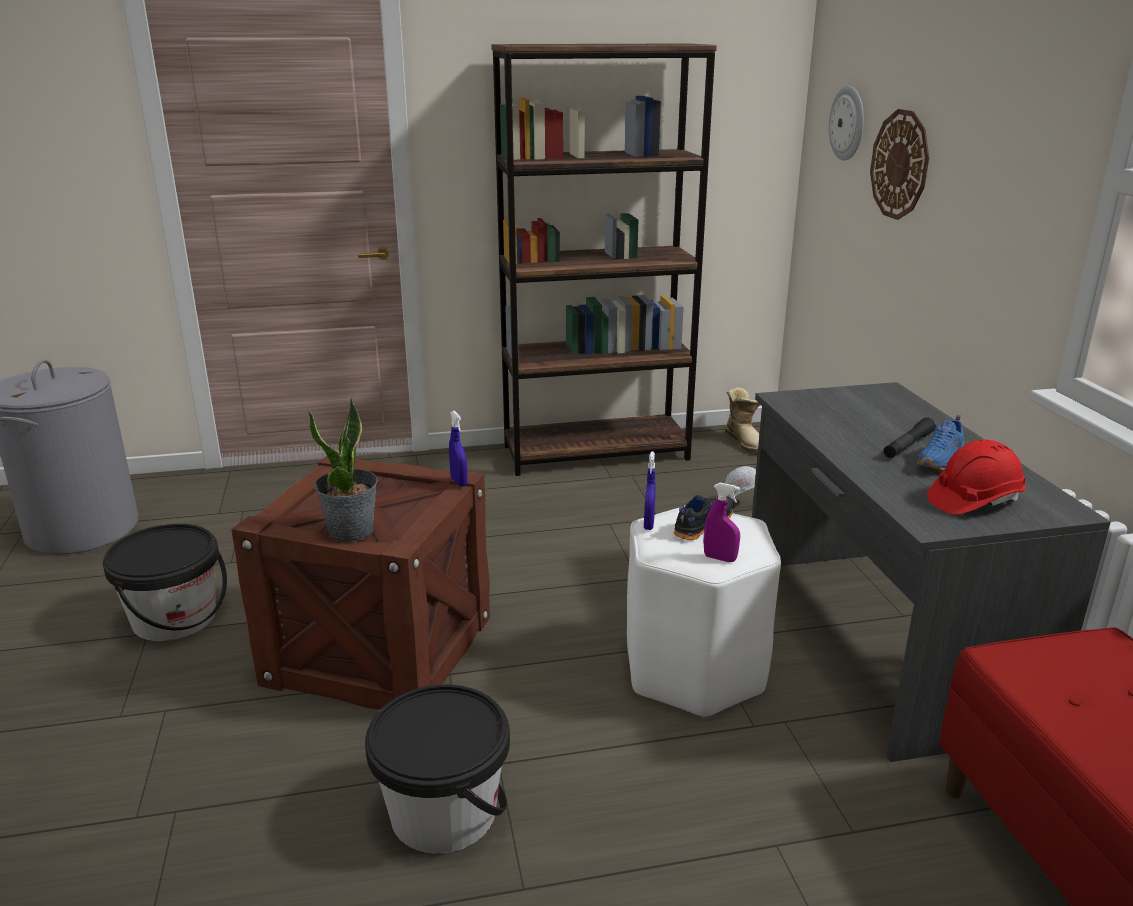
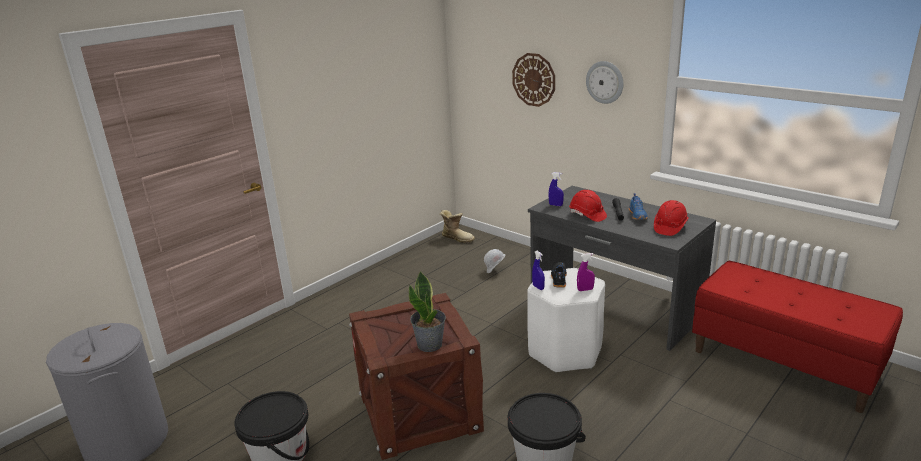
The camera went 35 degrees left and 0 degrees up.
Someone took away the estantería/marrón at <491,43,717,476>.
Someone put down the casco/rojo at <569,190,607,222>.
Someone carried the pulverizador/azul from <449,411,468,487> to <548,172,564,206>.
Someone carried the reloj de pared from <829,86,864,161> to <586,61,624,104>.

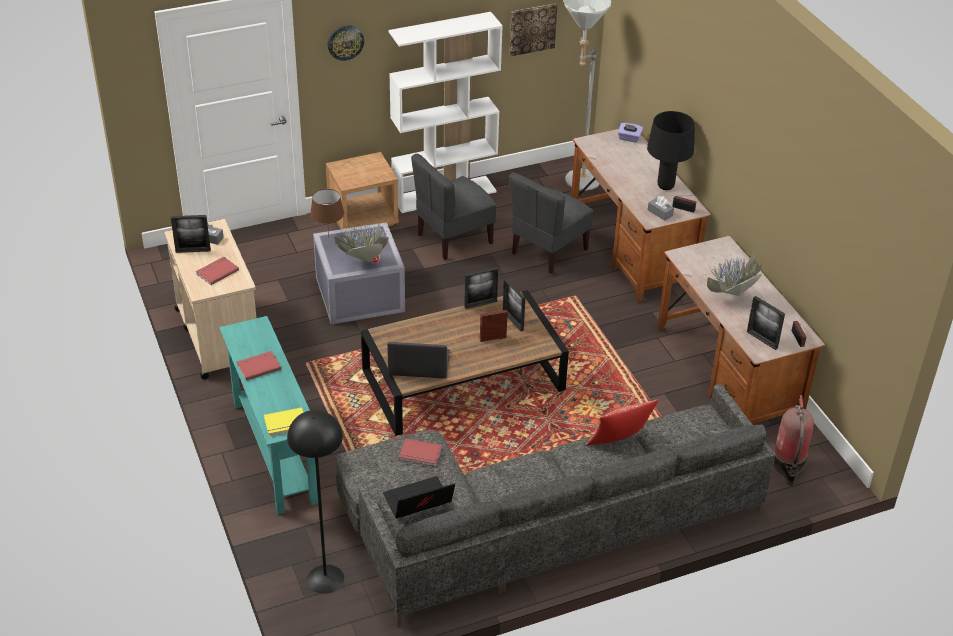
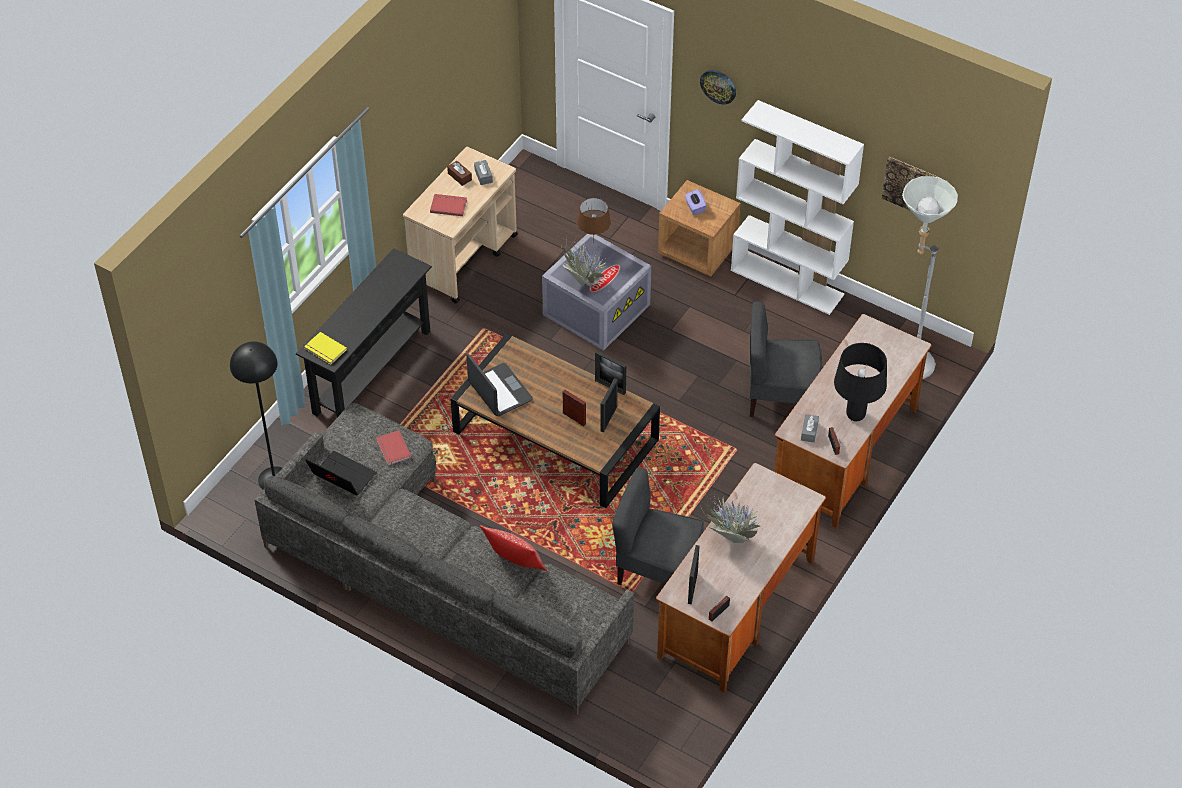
The camera went 55 degrees right and 10 degrees up.
Someone took away the libro/rojo at <237,351,281,380>.
Someone took away the extintor at <773,395,814,486>.
Someone carried the silla/gris from <411,154,496,260> to <612,467,704,585>.
Someone carried the caja de pañuelos/morado from <618,123,643,143> to <685,189,707,215>.
Someone swapped the portarretratos at <171,215,211,253> for the caja de pañuelos/marrón at <447,161,472,186>.
Someone repainted the mesa consola/turquesa at <219,316,318,514>, which became the mesa consola/negro at <296,248,432,417>.

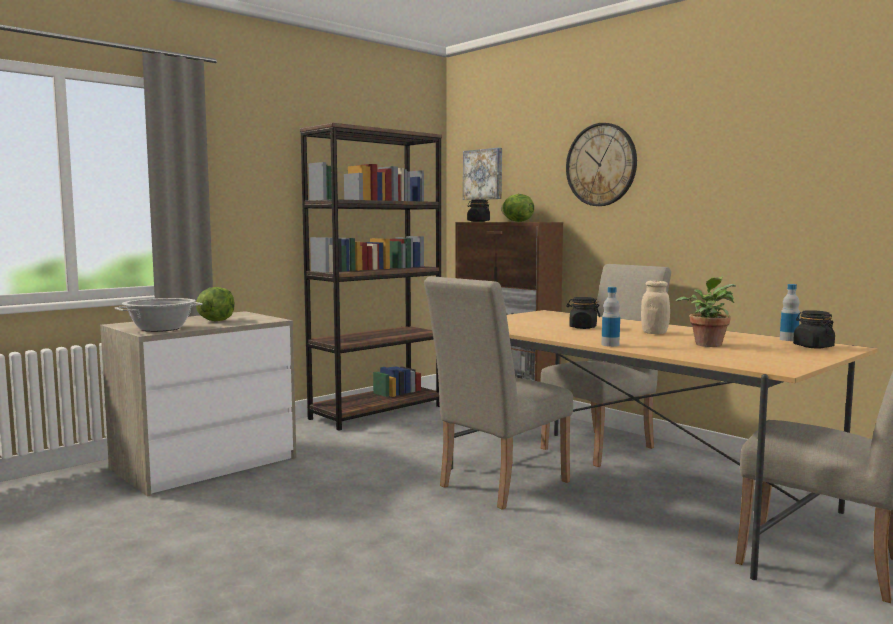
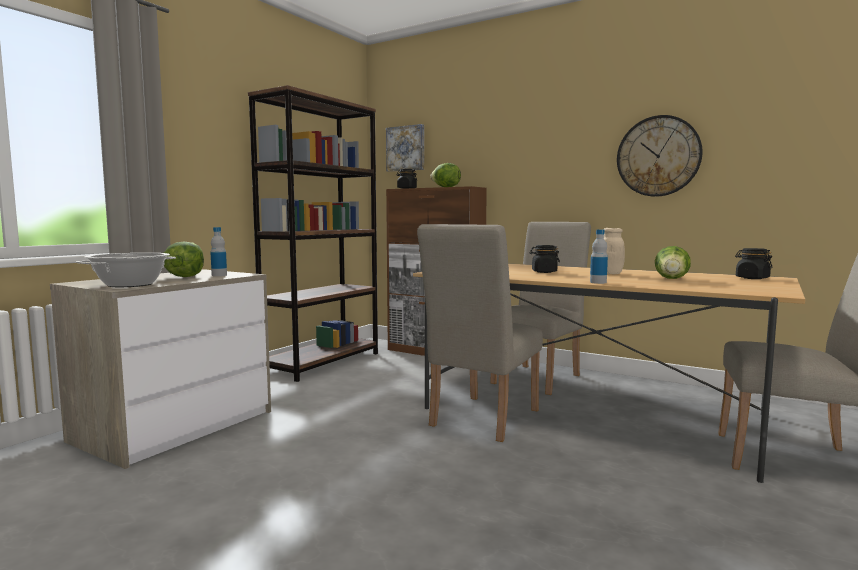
The camera went 15 degrees left and 0 degrees up.
Someone carried the reloj de pared from <566,123,637,206> to <617,115,703,197>.
Someone carried the botella from <780,284,800,341> to <210,227,227,276>.
Someone swapped the planta en maceta at <676,276,736,347> for the lechuga at <655,246,691,279>.

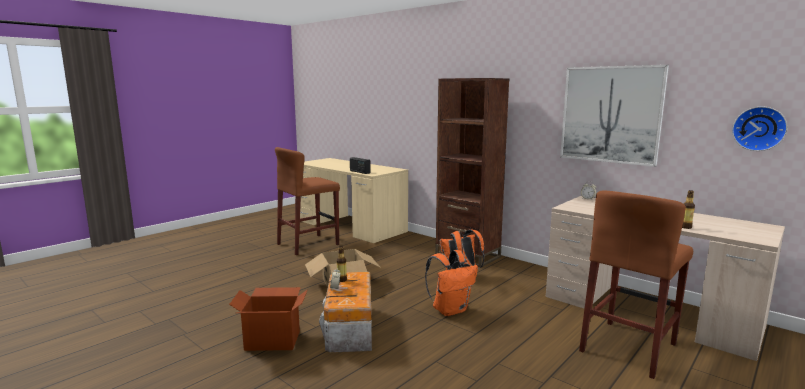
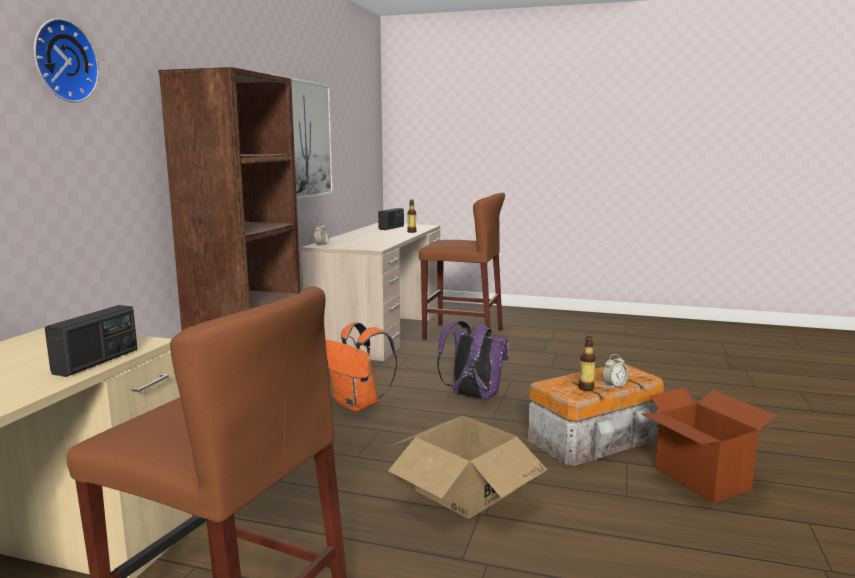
The camera went 115 degrees left and 0 degrees up.
Someone put down the radio at <378,208,404,230>.
Someone carried the reloj de pared from <732,106,788,151> to <34,18,99,103>.
Someone repainted the mochila/naranja at <425,250,478,316>, which became the mochila/morado at <437,320,509,400>.

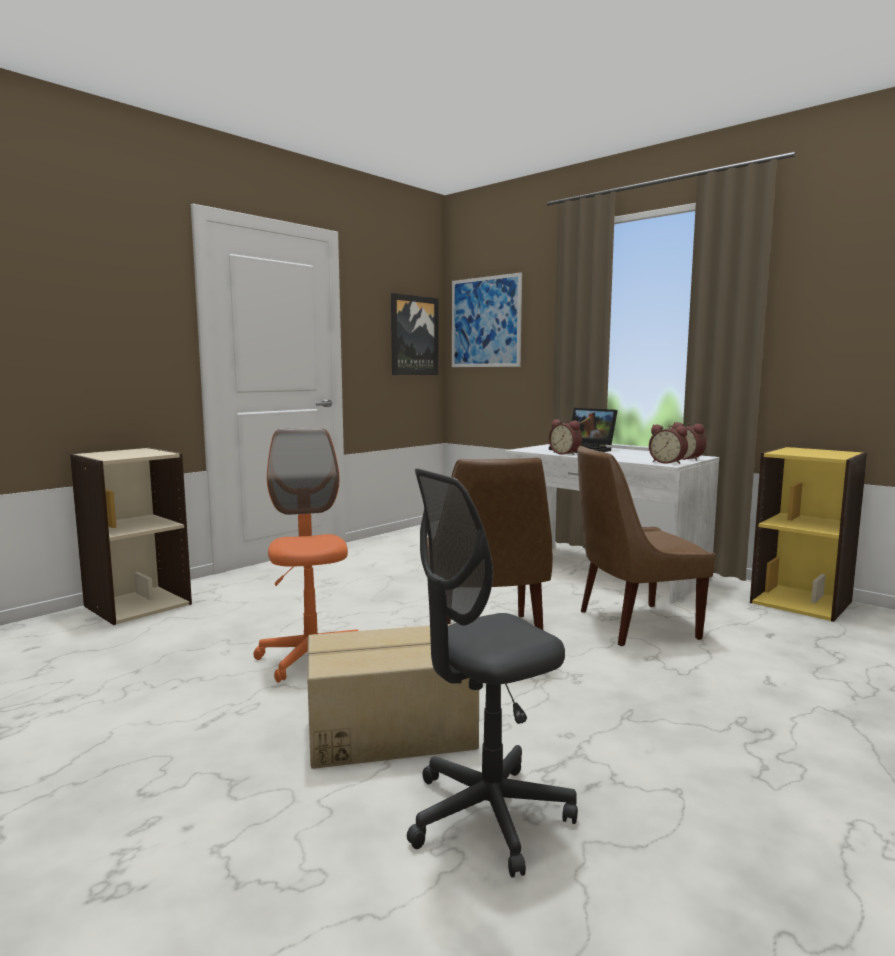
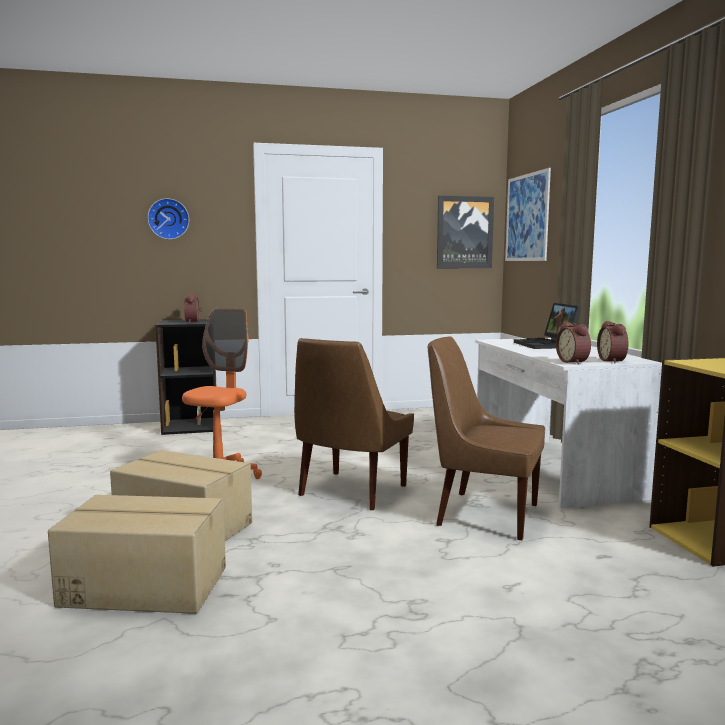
The camera went 35 degrees right and 0 degrees up.
Someone put up the reloj de pared at <147,198,189,239>.
Someone carried the despertador from <549,419,582,455> to <184,294,202,323>.
Someone swapped the silla de oficina/gris at <407,469,578,878> for the caja de cartón at <48,495,226,614>.
Someone repainted the estantería/beis at <70,448,192,625>, which became the estantería/negro at <155,319,216,435>.

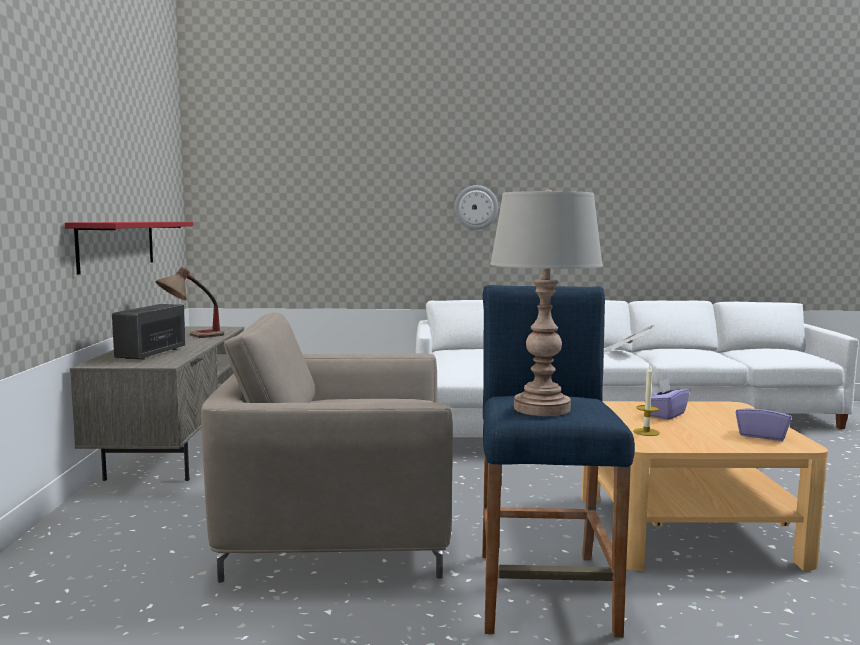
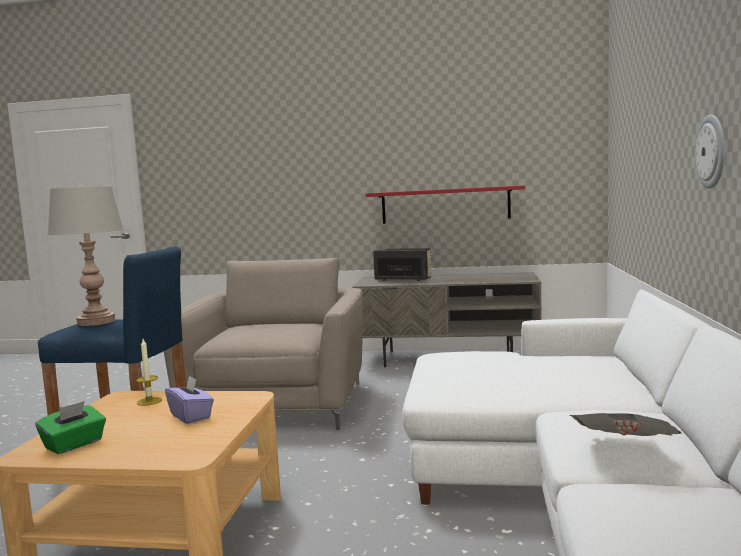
The camera went 100 degrees right and 0 degrees up.
Someone took away the lámpara de mesa at <156,267,224,338>.
Someone repainted the caja de pañuelos/morado at <736,396,792,441>, which became the caja de pañuelos/verde at <36,401,106,454>.

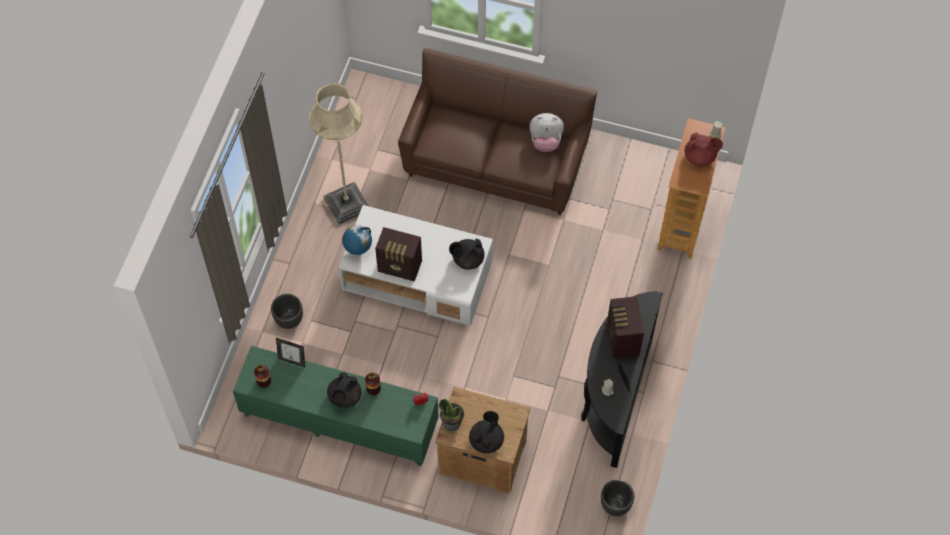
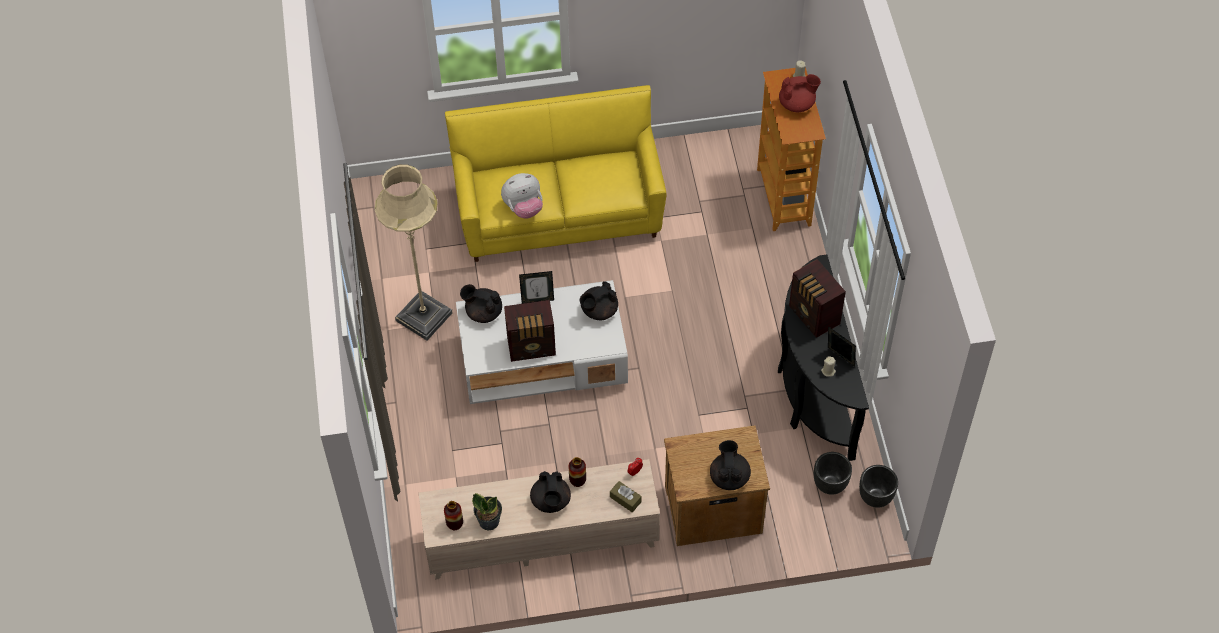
The camera went 25 degrees left and 5 degrees down.
Someone took away the globo terráqueo at <342,225,372,255>.
Someone put down the tetera/negro at <460,284,502,323>.
Someone put down the caja de pañuelos/marrón at <610,481,642,512>.
Someone carried the maceta/negro from <271,294,303,329> to <814,452,852,495>.
Someone carried the portarretratos from <276,338,305,367> to <519,271,554,304>.
Someone carried the planta en maceta from <439,399,464,431> to <472,493,502,531>.
Someone carried the peluche from <529,113,564,152> to <501,173,543,218>.
Someone repainted the mueble de televisión/verde at <233,346,439,466>, which became the mueble de televisión/beis at <419,459,660,580>.
Someone repainted the sofá/marrón at <398,48,597,215>, which became the sofá/amarillo at <445,85,667,262>.

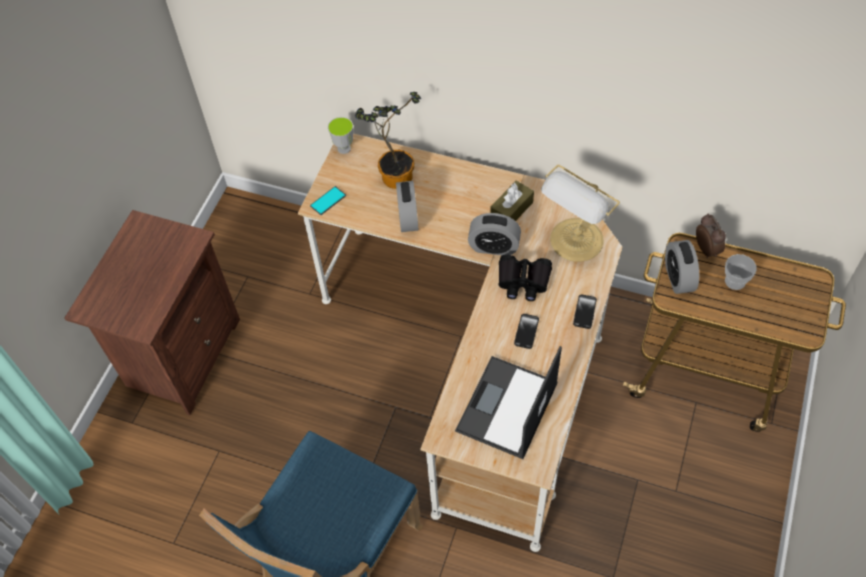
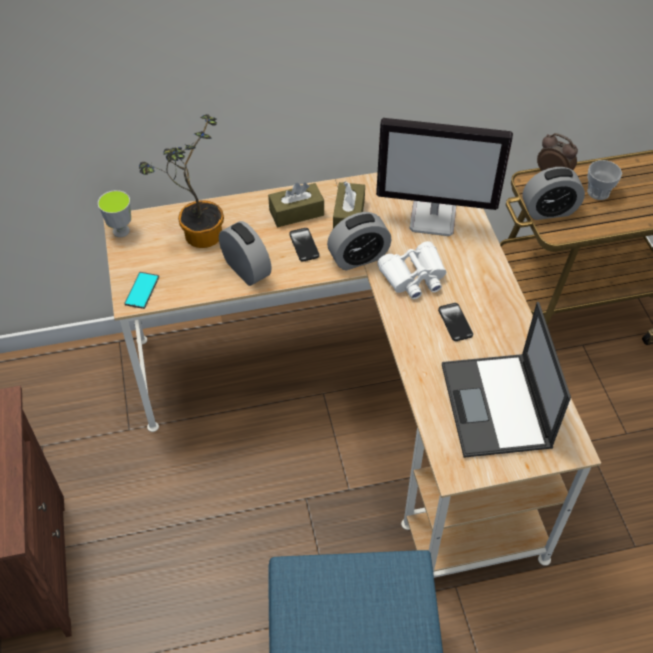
The camera went 35 degrees left and 5 degrees down.
Someone put down the caja de pañuelos/marrón at <268,182,324,227>.
Someone carried the móvil from <573,294,597,329> to <289,228,319,262>.
Someone swapped the lámpara de mesa at <541,164,620,262> for the monitor at <376,118,513,236>.
Someone repainted the prismáticos/negro at <499,255,552,301>, which became the prismáticos/blanco at <377,241,446,299>.
Someone rotated the despertador at <665,240,699,294> by 60 degrees counterclockwise.

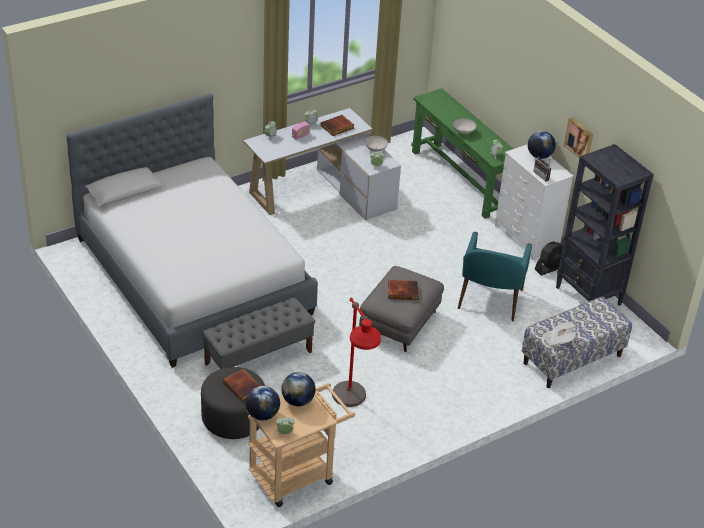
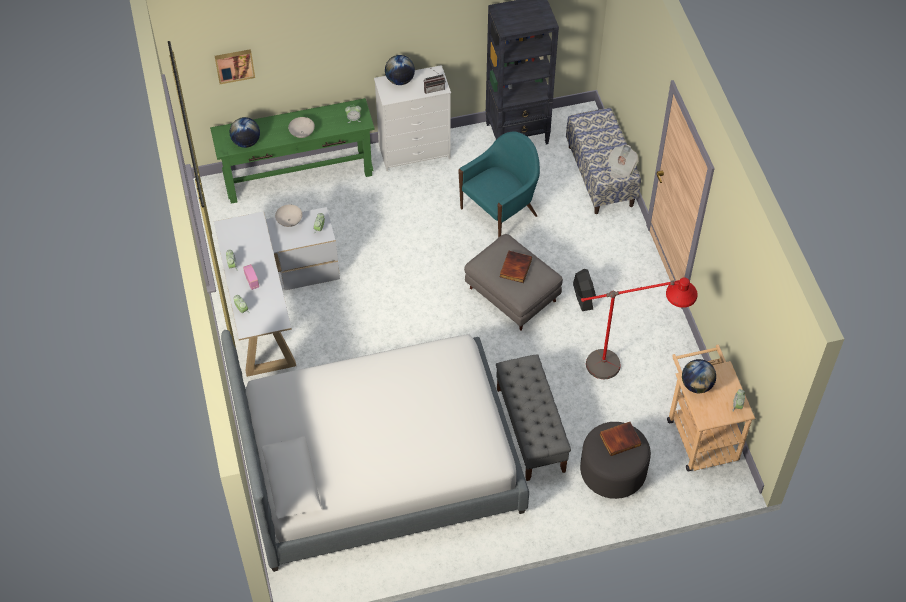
The camera went 70 degrees left and 15 degrees up.
Someone took away the libro at <321,115,354,136>.
Someone carried the globo terráqueo from <246,386,280,420> to <230,117,260,148>.
Someone carried the ventilador/negro from <535,241,563,276> to <573,269,596,311>.
Someone carried the cuadro from <564,117,593,158> to <215,49,255,84>.
Someone rotated the sillón/turquesa at <458,232,532,321> by 75 degrees counterclockwise.

